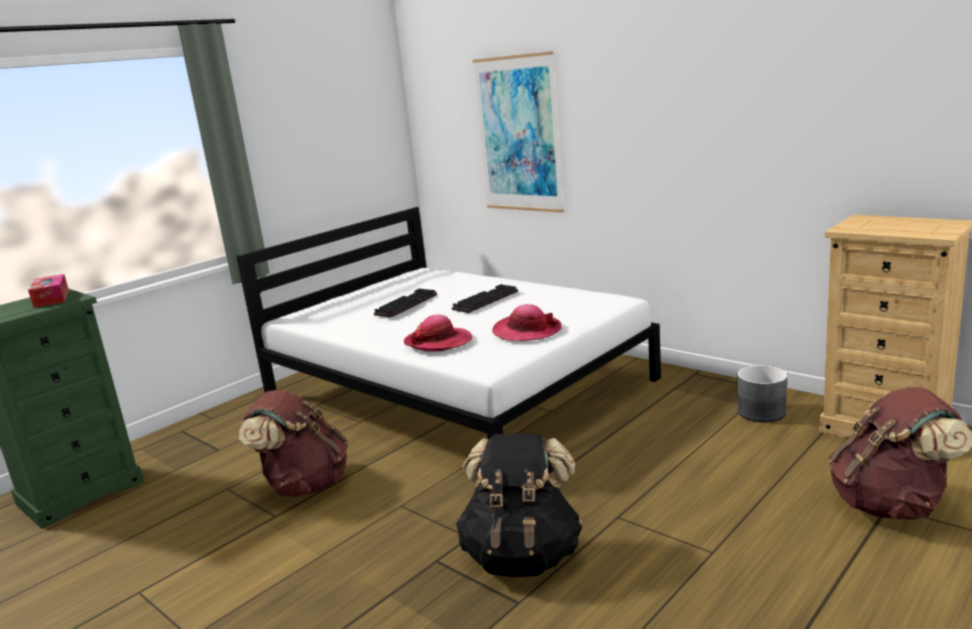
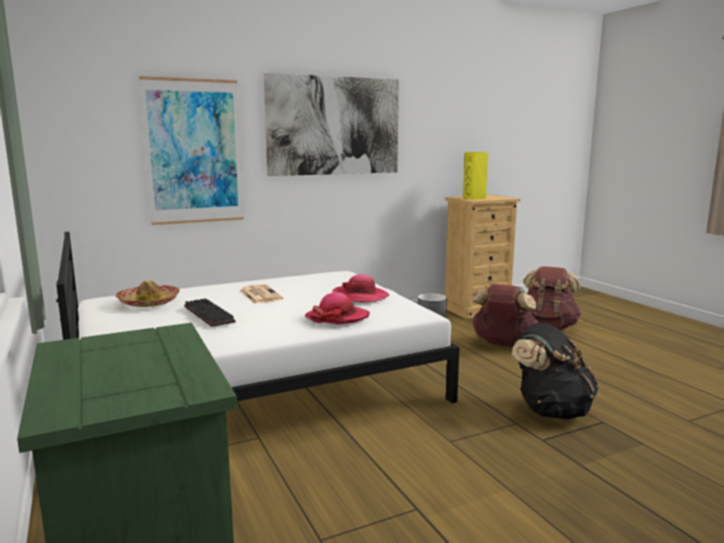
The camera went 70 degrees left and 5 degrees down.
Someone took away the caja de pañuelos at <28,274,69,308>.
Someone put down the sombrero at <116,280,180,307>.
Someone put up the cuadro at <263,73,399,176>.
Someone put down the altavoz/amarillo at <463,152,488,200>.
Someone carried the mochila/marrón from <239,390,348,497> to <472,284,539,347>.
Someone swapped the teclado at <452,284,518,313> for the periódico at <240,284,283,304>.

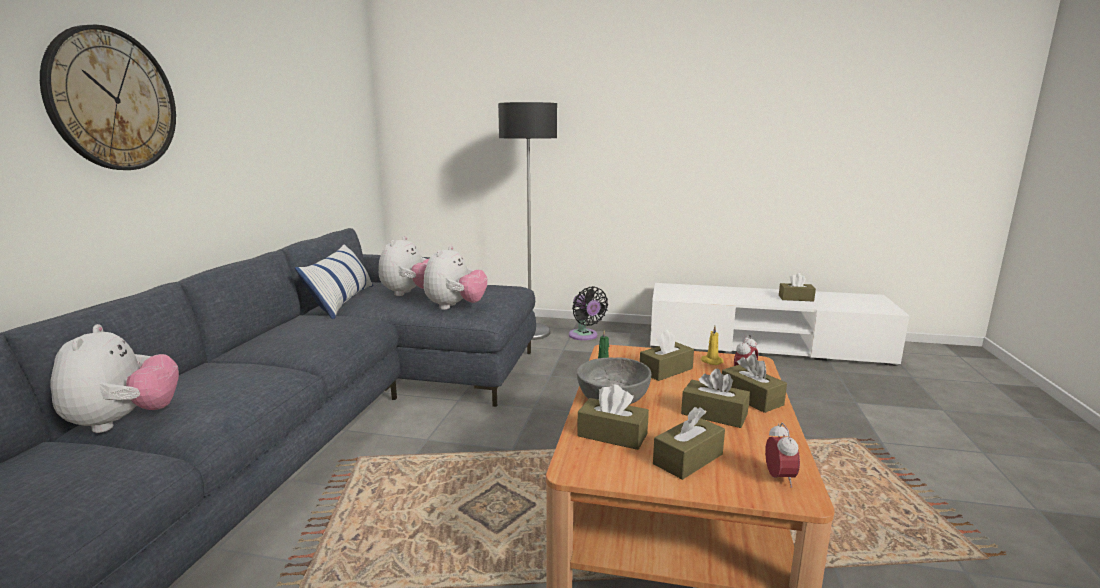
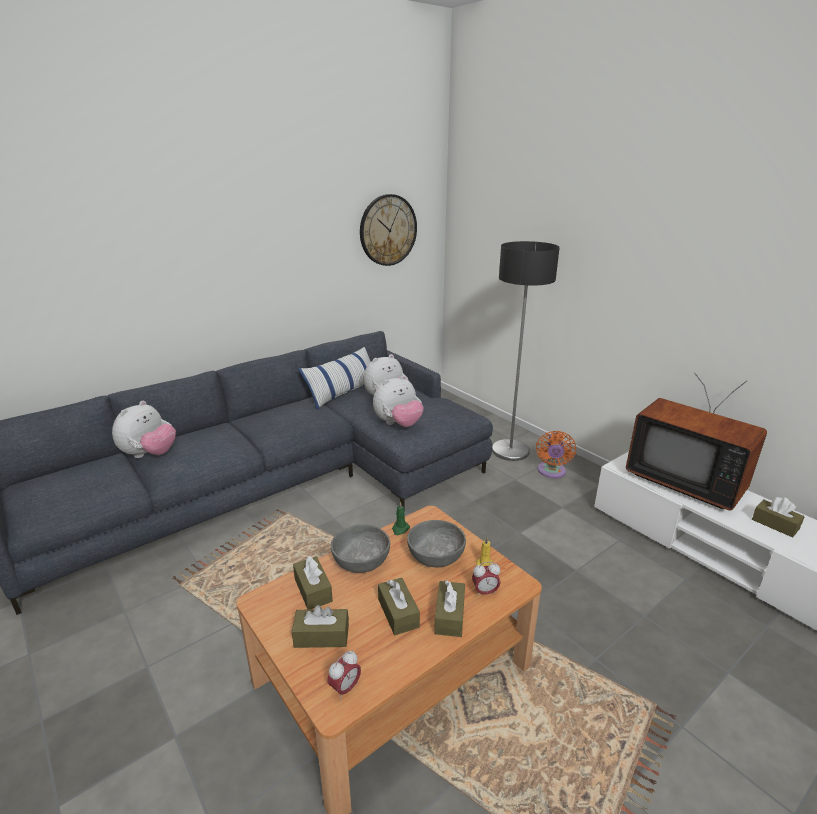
The camera went 40 degrees right and 10 degrees up.
Someone put down the televisor at <626,373,767,511>.
Someone carried the reloj de pared from <40,25,176,170> to <360,194,417,266>.
Someone swapped the caja de pañuelos/marrón at <640,330,694,381> for the cuenco/gris at <407,520,466,567>.
Someone repainted the ventilador/negro at <569,286,608,340>, which became the ventilador/naranja at <536,431,576,478>.

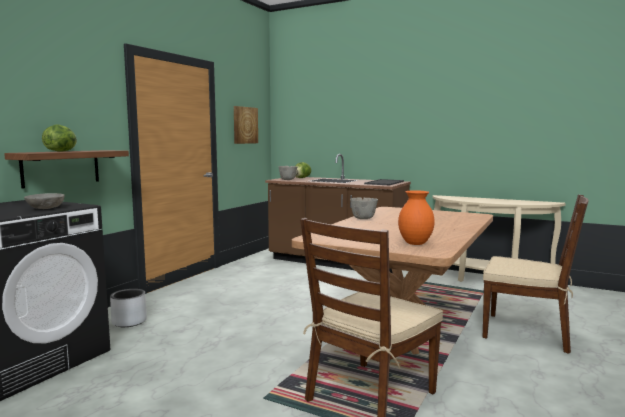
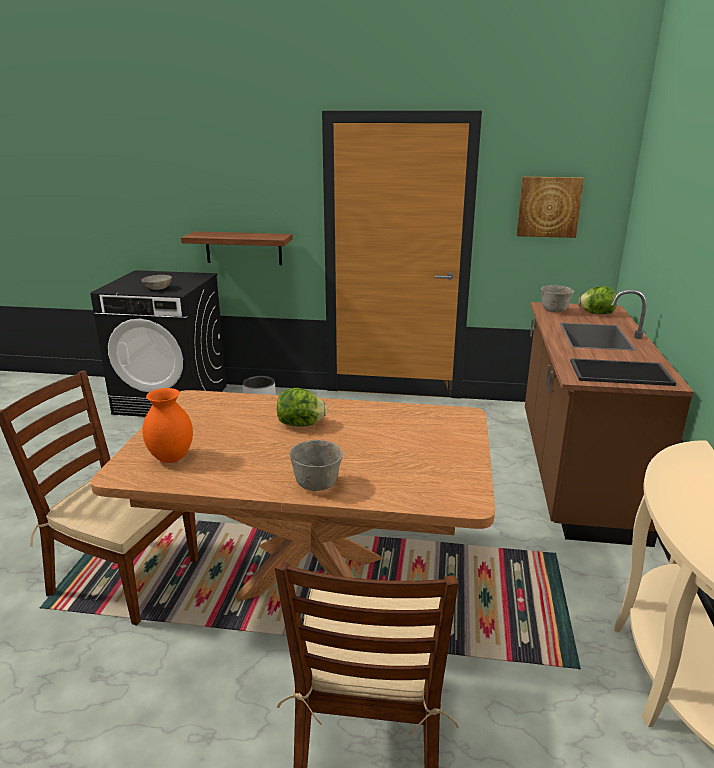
The camera went 70 degrees right and 15 degrees up.
Someone carried the lechuga from <42,125,77,152> to <277,388,327,426>.
Someone carried the cuenco/gris from <350,197,378,219> to <289,440,343,491>.

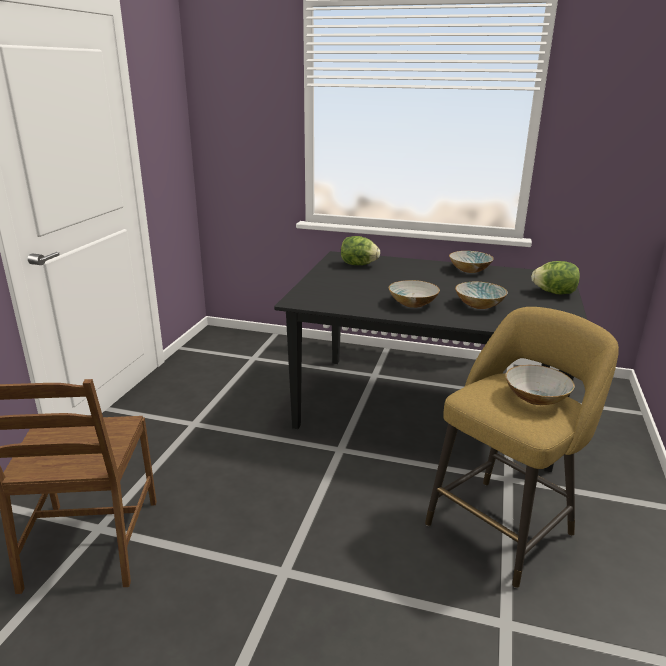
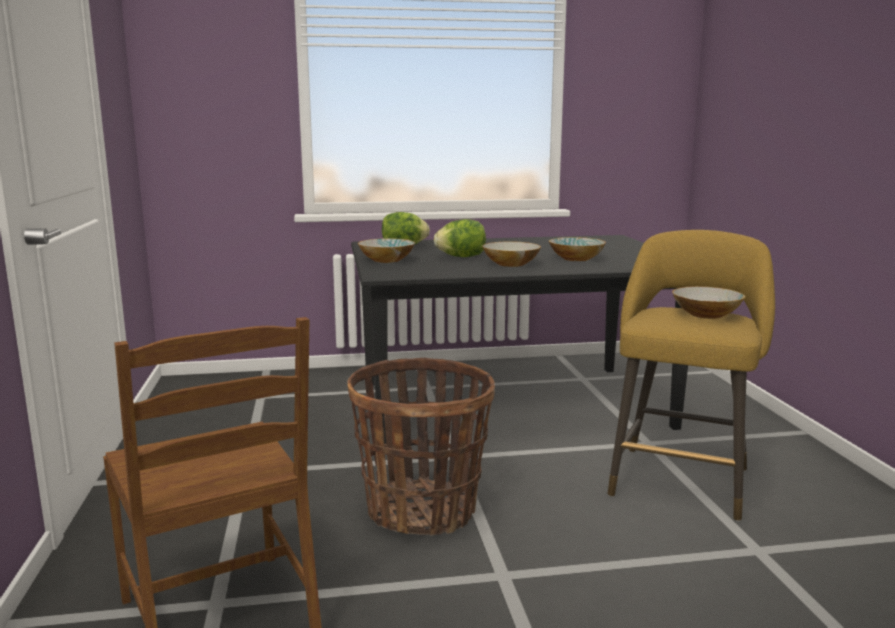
The camera went 25 degrees left and 10 degrees down.
Someone put down the cesta at <347,358,495,536>.
Someone carried the cuenco from <449,251,494,273> to <358,238,415,263>.
Someone carried the lechuga from <531,261,580,294> to <434,219,486,257>.

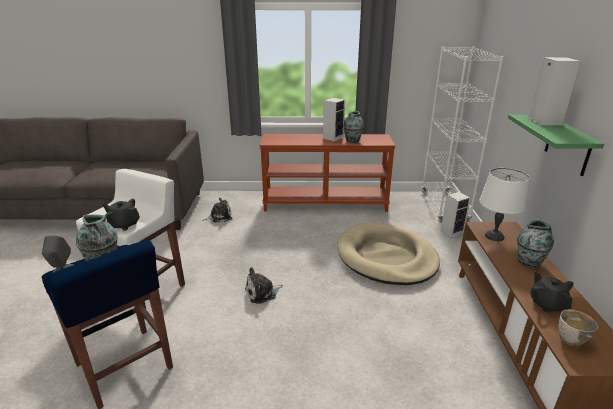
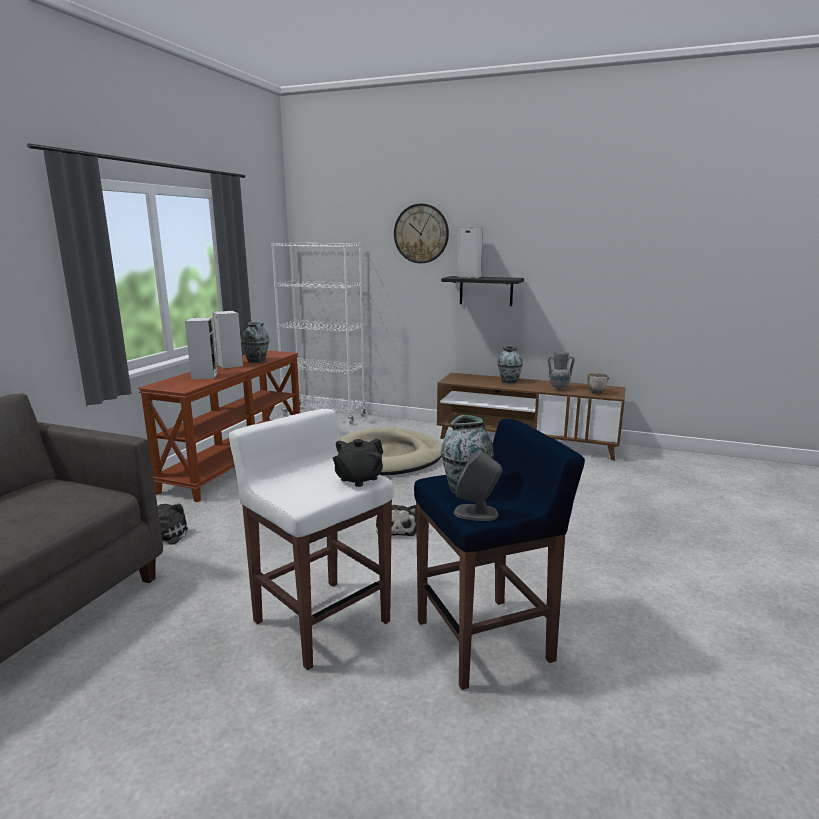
The camera went 70 degrees left and 10 degrees down.
Someone took away the lámpara de mesa/blanco at <479,168,529,241>.
Someone put up the reloj de pared at <394,203,449,263>.
Someone carried the altavoz from <441,192,471,238> to <185,317,218,379>.
Someone swapped the tetera/negro at <530,271,574,313> for the florero/gris at <548,352,575,390>.
Someone repainted the estante/verde at <508,114,604,176>, which became the estante/negro at <441,276,524,306>.

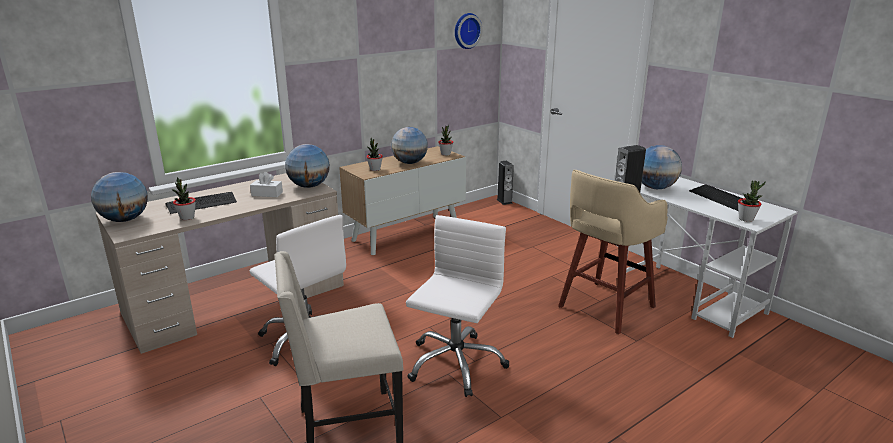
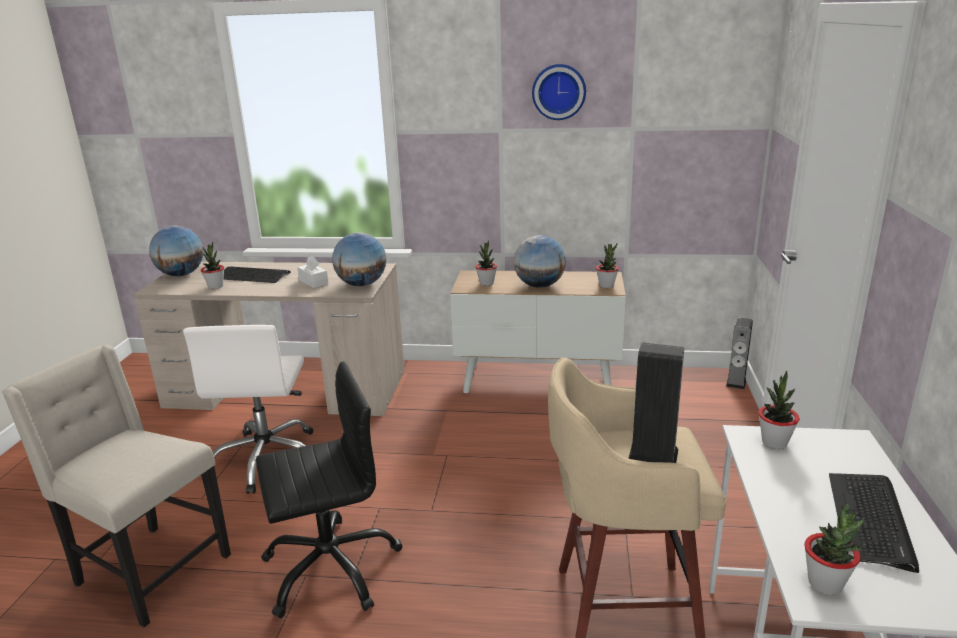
The camera went 45 degrees right and 0 degrees up.
Someone carried the reloj de pared from <455,13,482,49> to <532,64,586,120>.
Someone swapped the globo terráqueo at <642,145,682,189> for the planta en maceta at <758,371,800,449>.
Someone repainted the silla de oficina/blanco at <406,215,509,397>, which became the silla de oficina/negro at <256,361,402,618>.

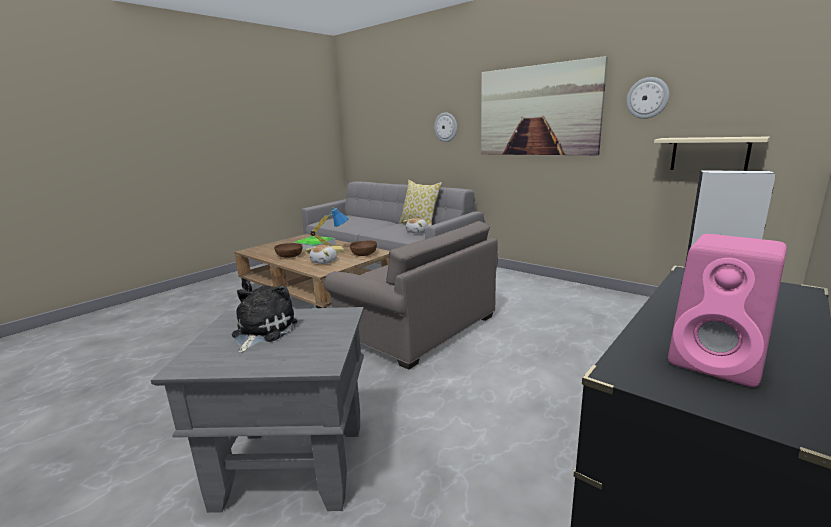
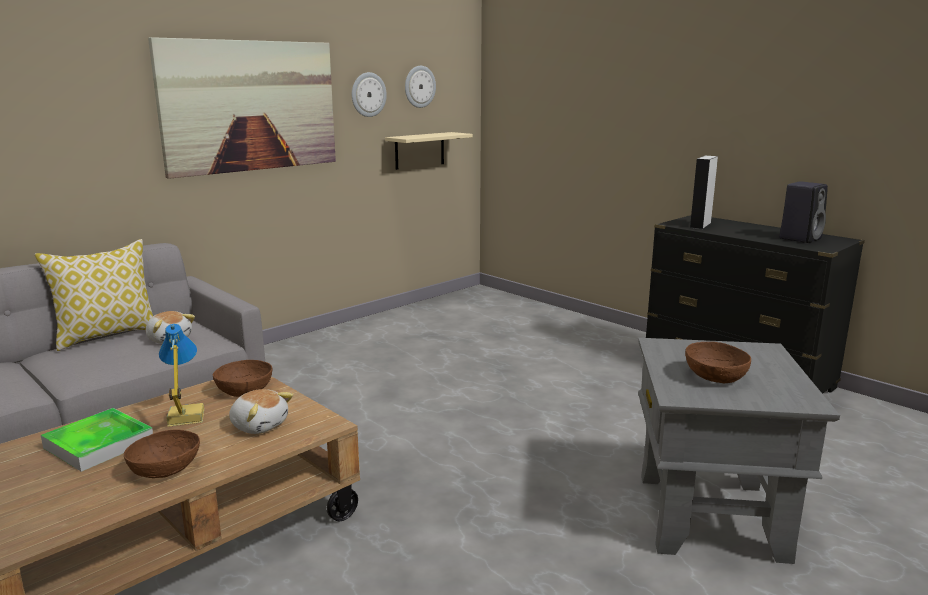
The camera went 85 degrees left and 0 degrees up.
Someone took away the sillón/gris at <324,221,498,370>.
Someone carried the reloj de pared from <434,112,457,142> to <405,66,436,108>.
Someone swapped the peluche at <232,285,298,353> for the cuenco/marrón at <685,342,751,383>.
Someone repainted the altavoz/rosa at <668,234,787,387>, which became the altavoz/negro at <780,181,828,243>.

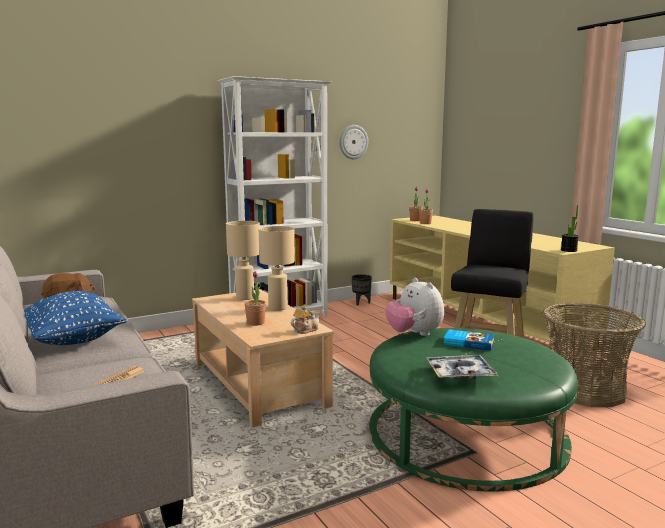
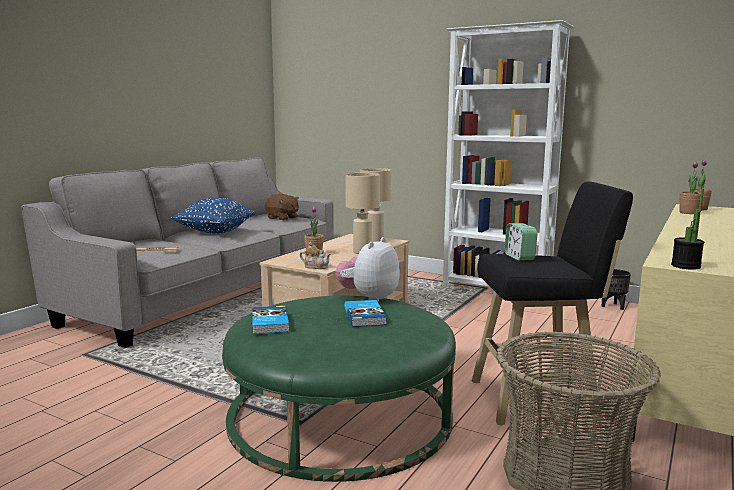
The camera went 60 degrees right and 0 degrees up.
Someone took away the reloj de pared at <339,125,368,159>.
Someone put down the despertador at <504,223,538,261>.
Someone swapped the bandeja at <427,355,498,379> for the libro at <252,306,290,334>.

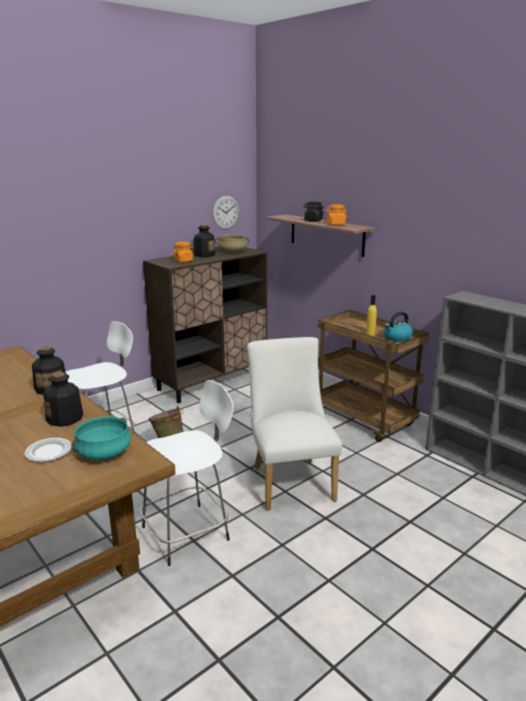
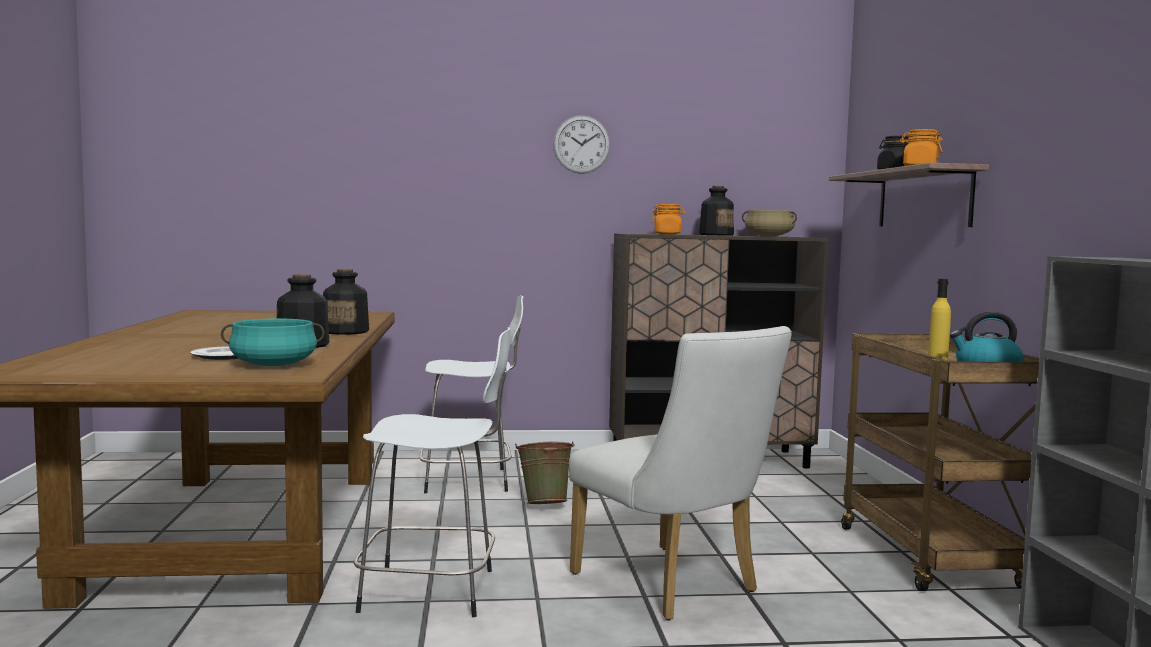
The camera went 35 degrees right and 15 degrees down.
Someone carried the reloj de pared from <212,196,239,230> to <553,115,610,174>.
Someone rotated the silla/blanco at <247,337,342,511> by 120 degrees clockwise.

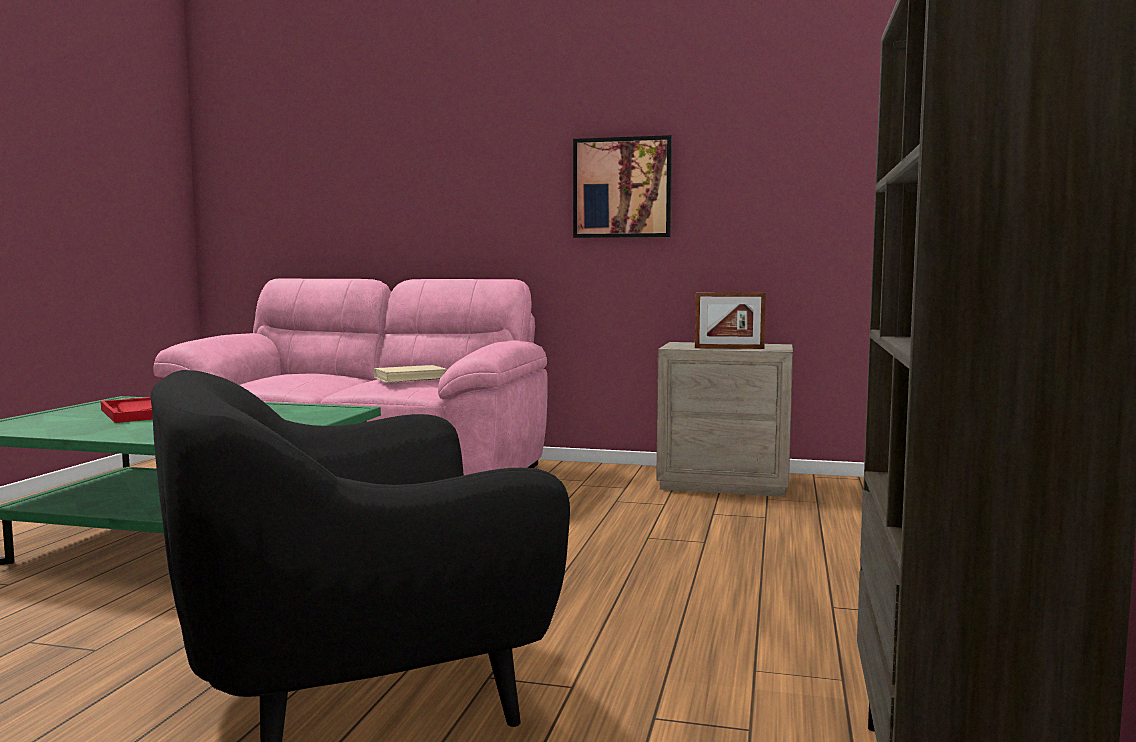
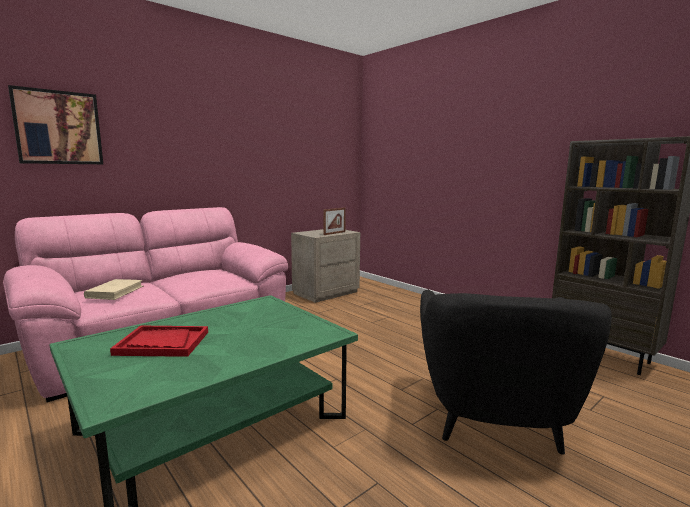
The camera went 55 degrees left and 5 degrees up.
Someone carried the libro/beis from <374,365,447,383> to <84,279,144,300>.
Someone carried the cuadro from <573,135,672,238> to <8,85,103,164>.

